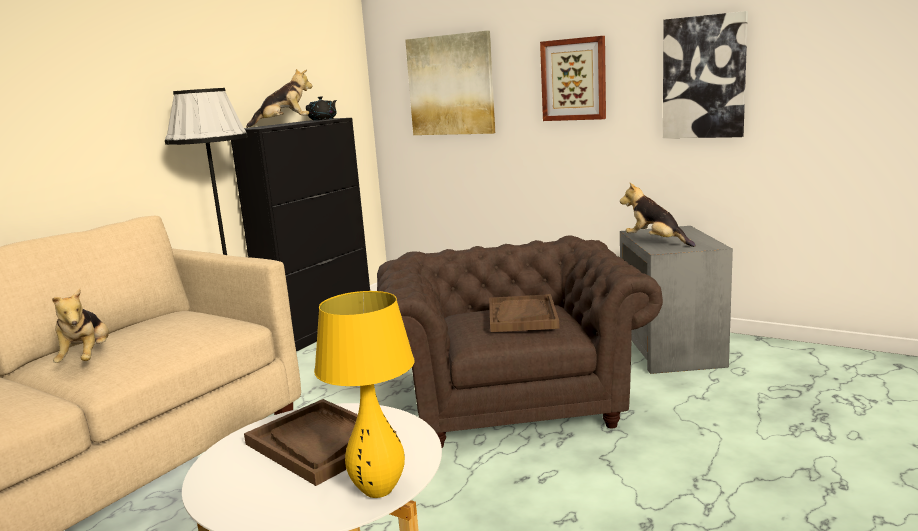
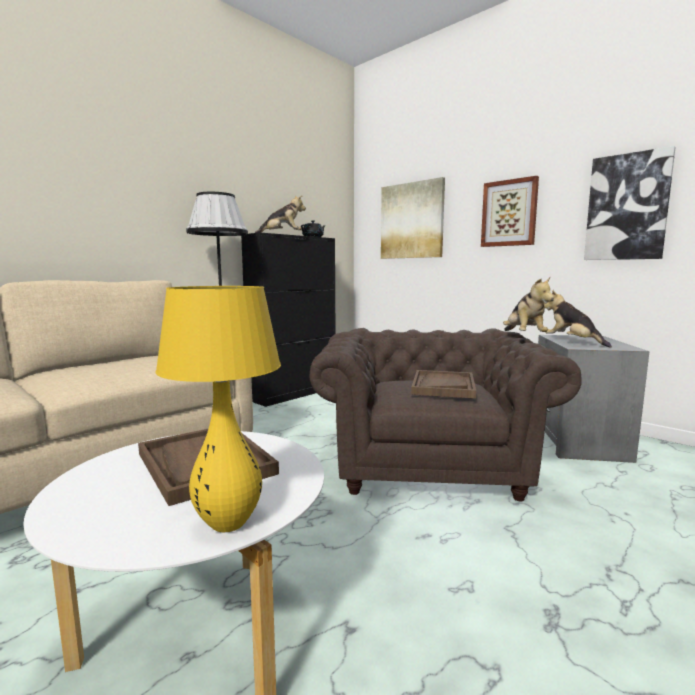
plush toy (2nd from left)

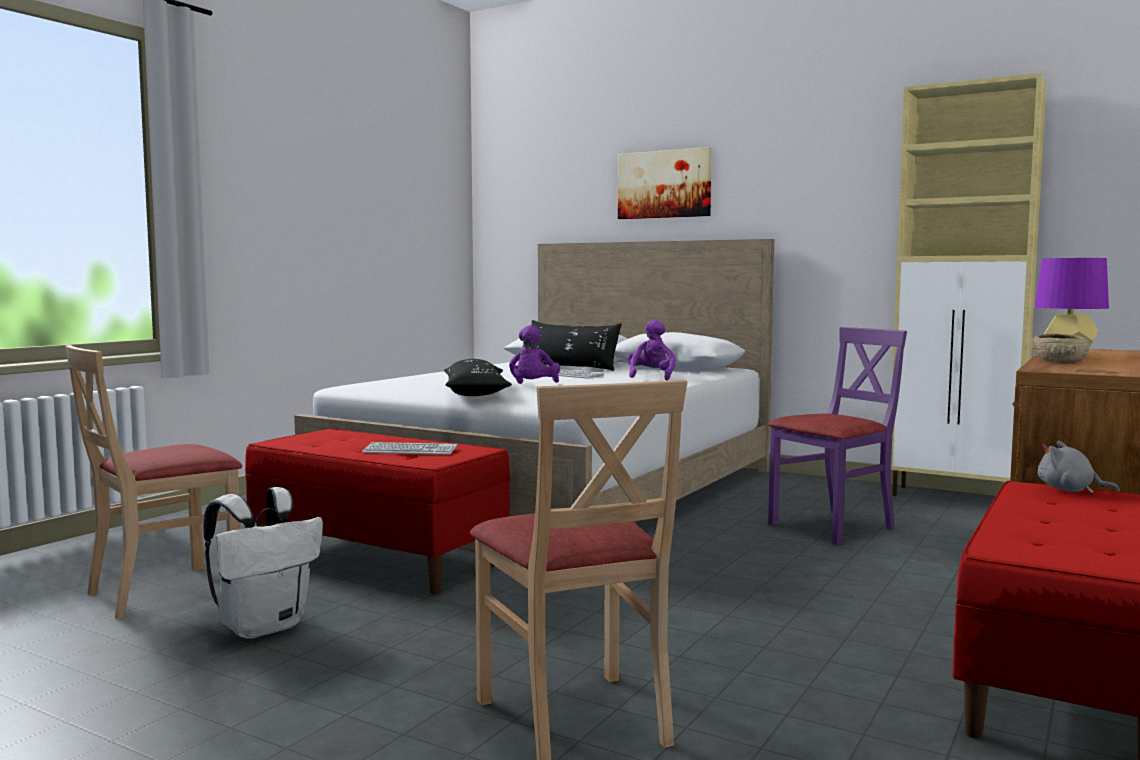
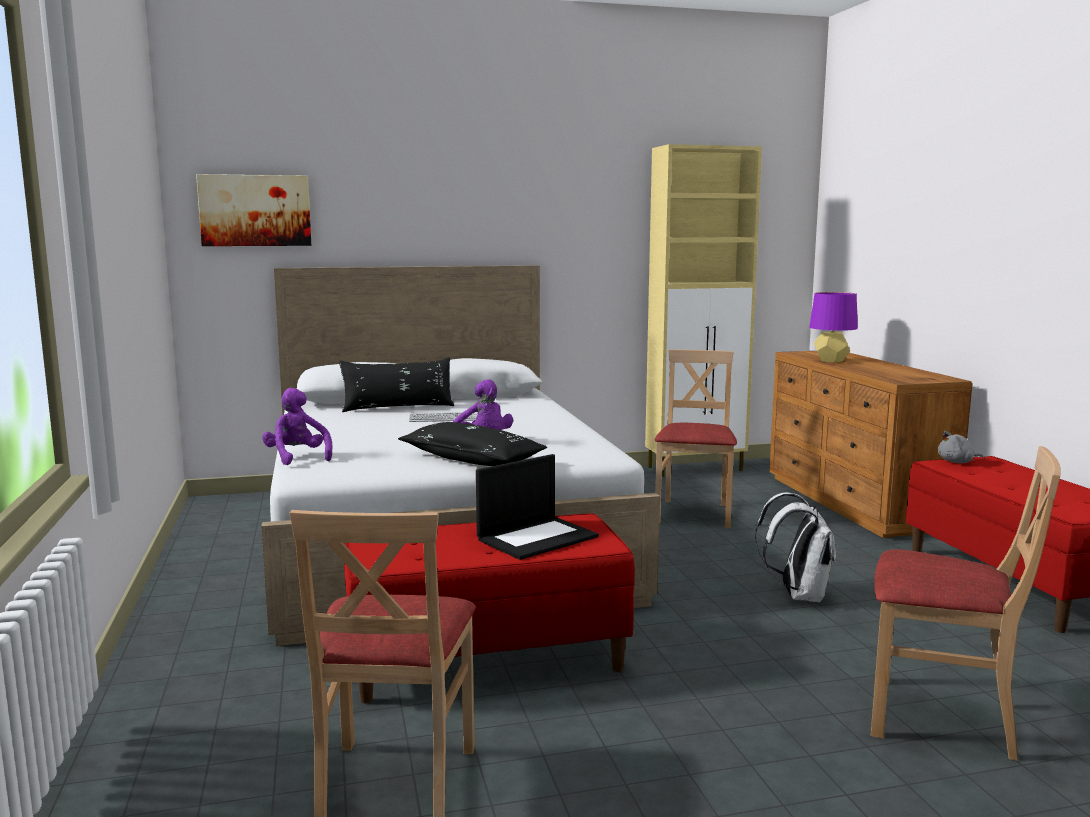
backpack (white)
notebook computer
wall art
plush toy (purplish) (1st from left)
plain chair (beige-coloured) (2nd from left)
bowl (beige-coloured)

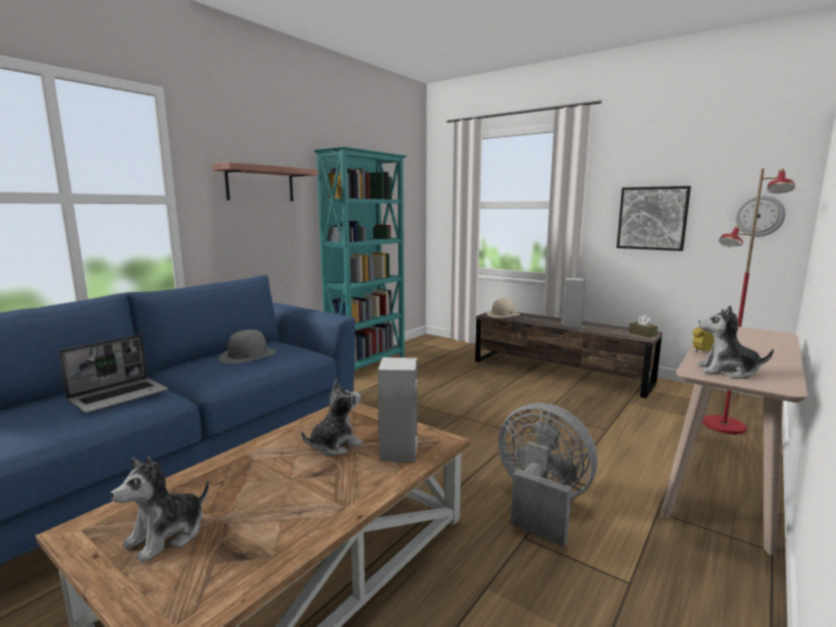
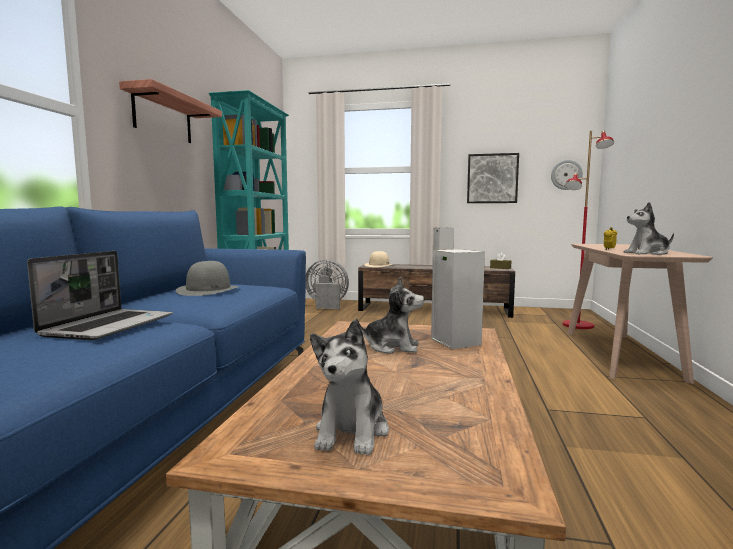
plush toy (2nd from left)
cooling fan (greyish)

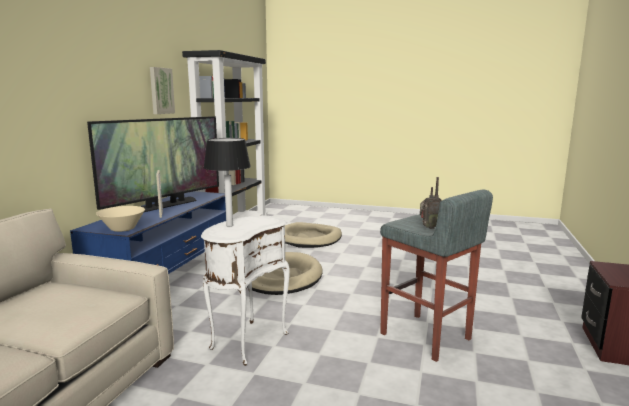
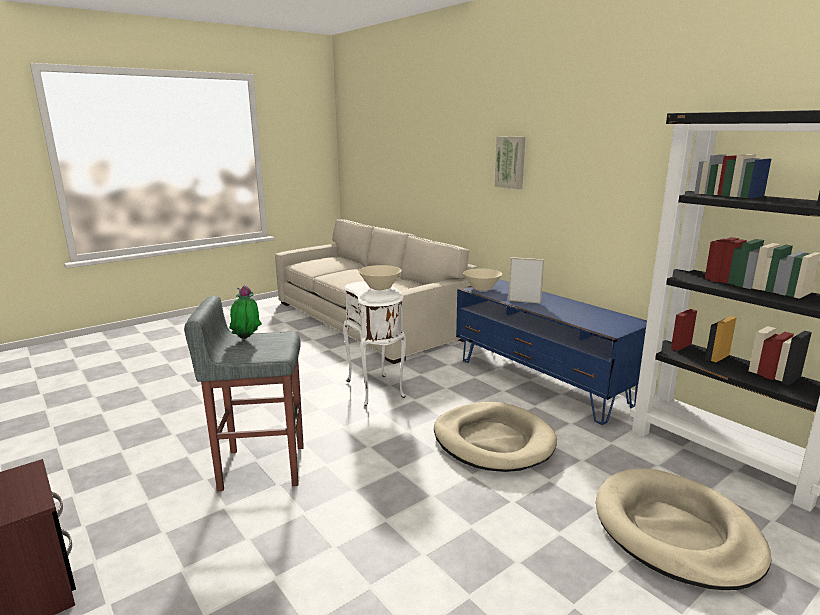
television
wall art
bowl (beige-coloured) (1st from left)
houseplant

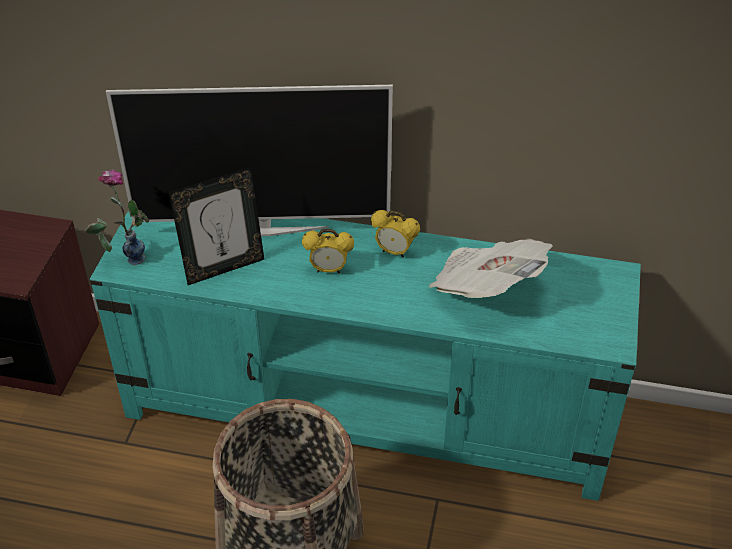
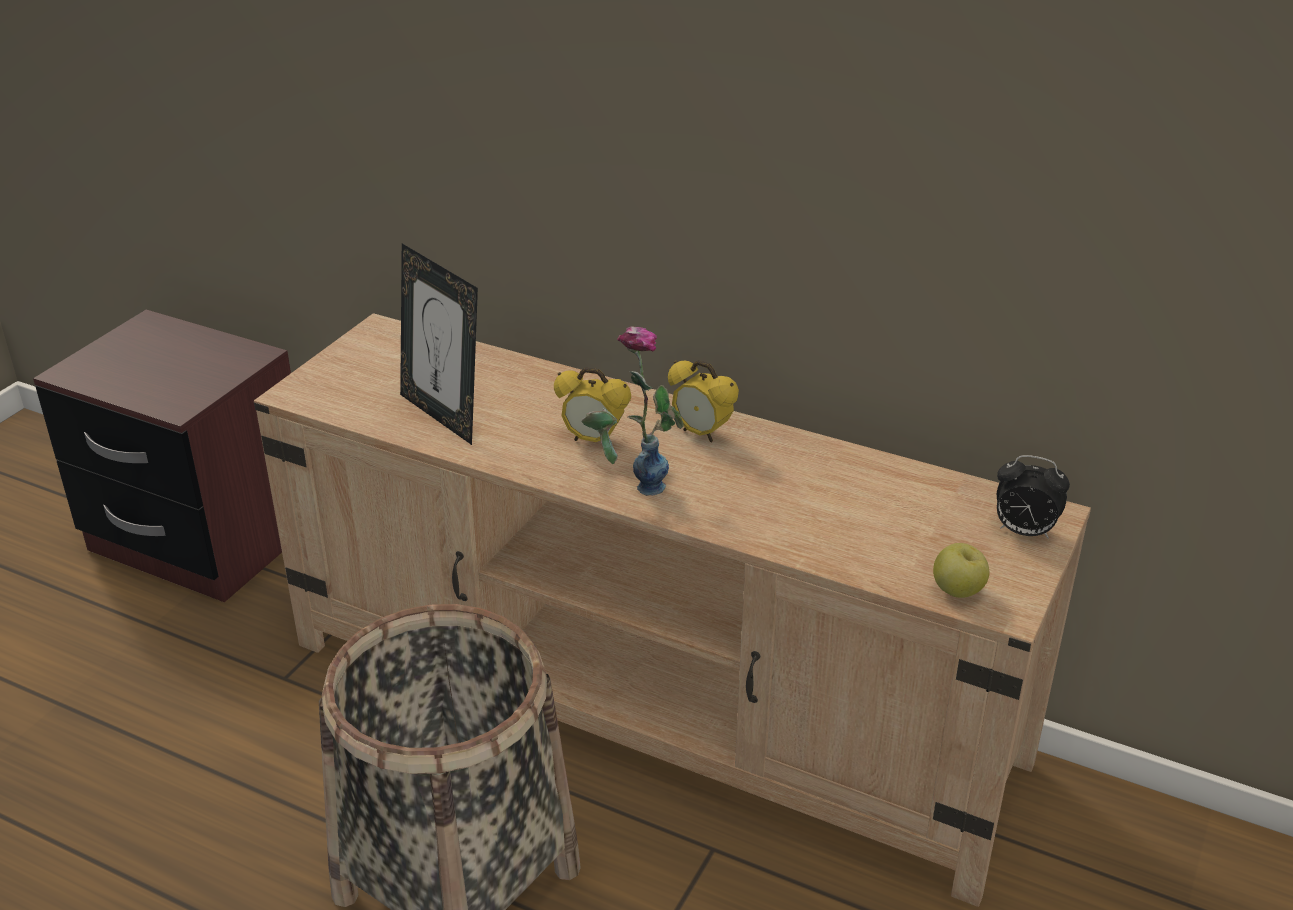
flower vase
media console (beige-coloured)
television
standing frame
newspaper
apple
table clock (3rd from left)

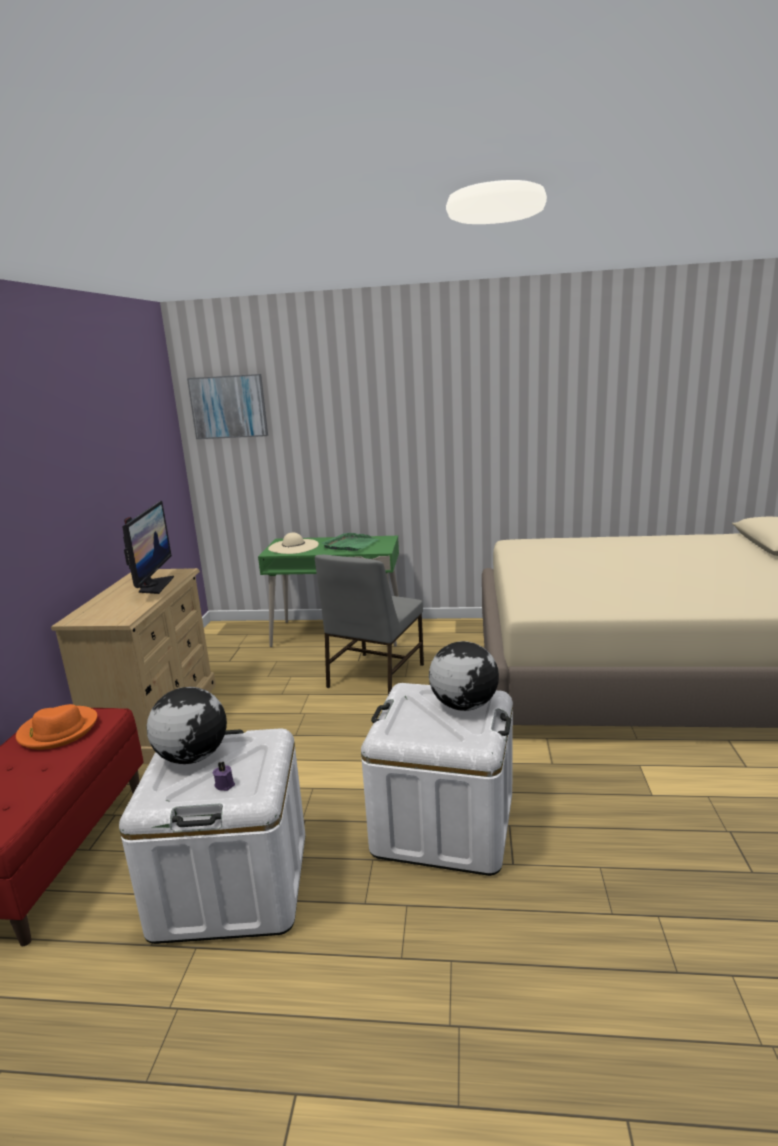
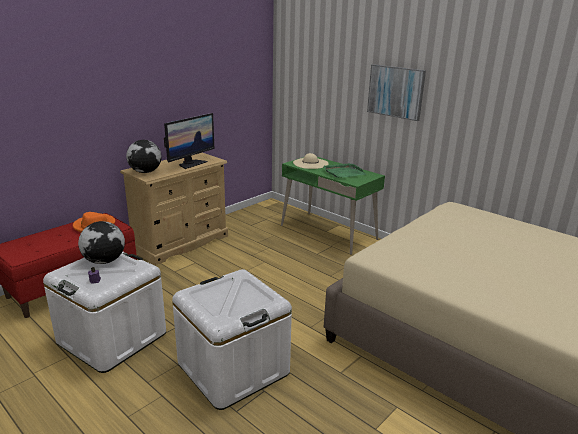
wall art
plain chair (greyish)
globe (2nd from left)

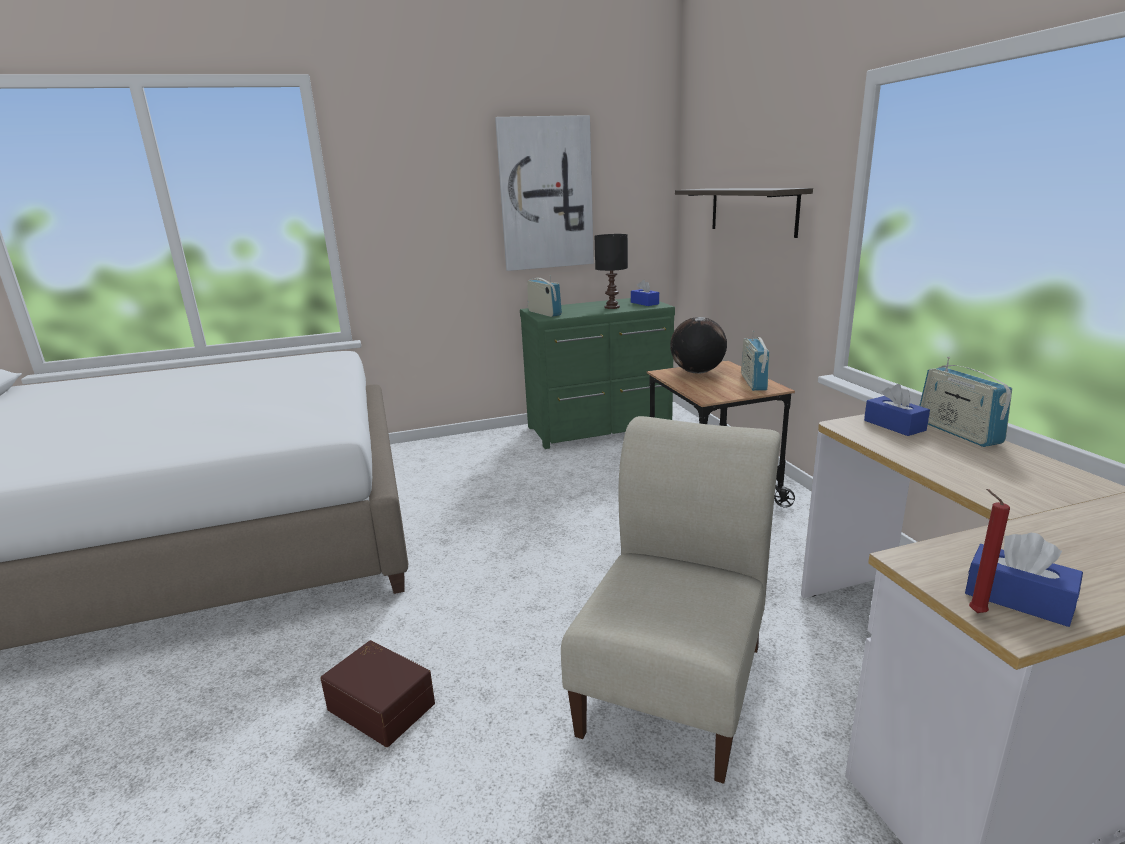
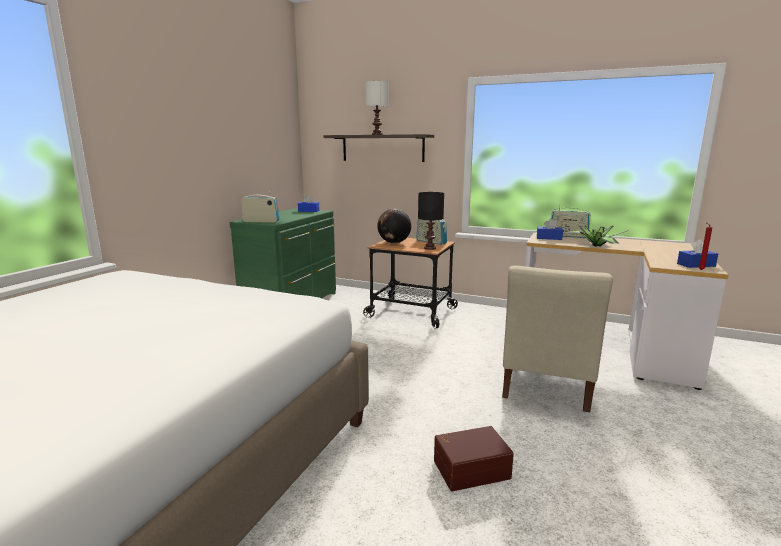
wall art
plain chair (beige-coloured)
tabletop lamp (blackish)
tabletop lamp (white)
houseplant

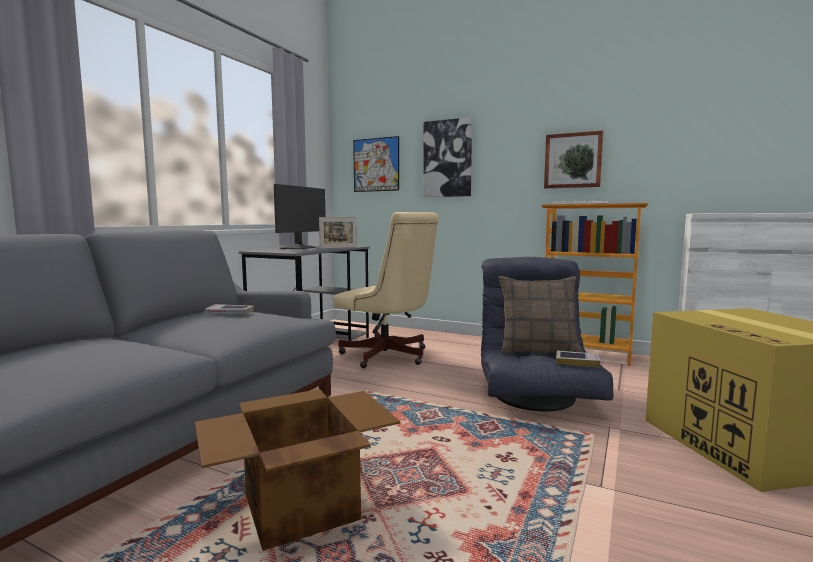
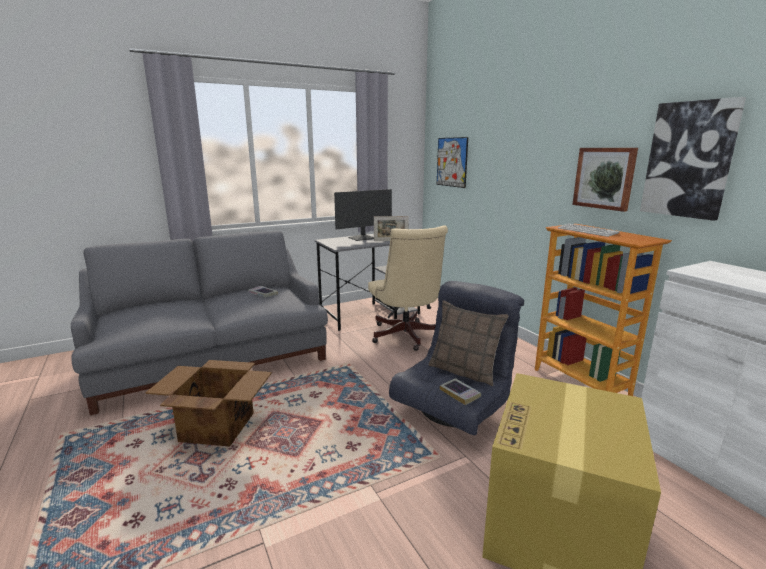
wall art (3rd from left)

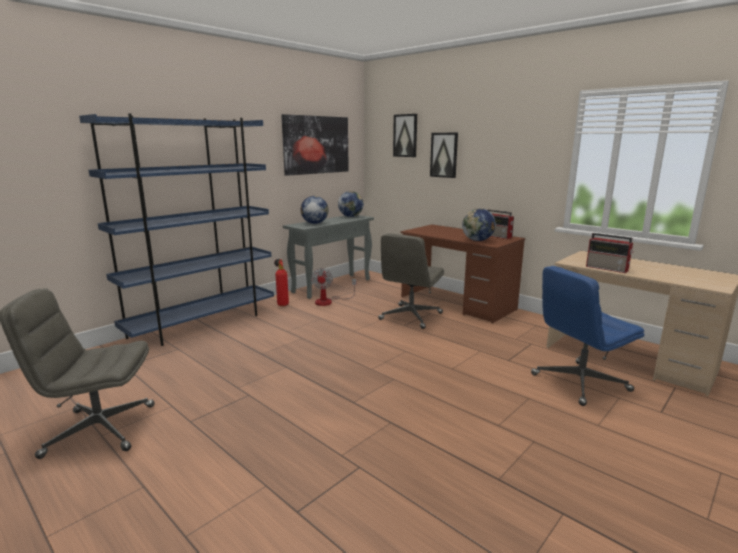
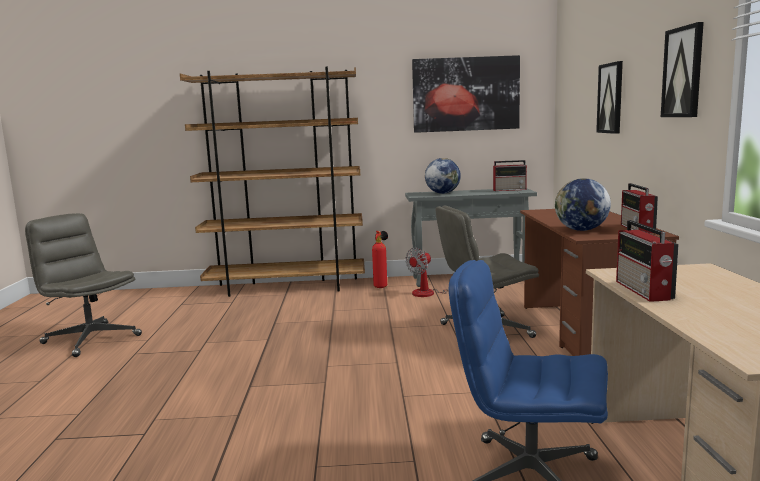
bookshelf (brown-coloured)
radio receiver (1st from left)
wall art (3rd from left)

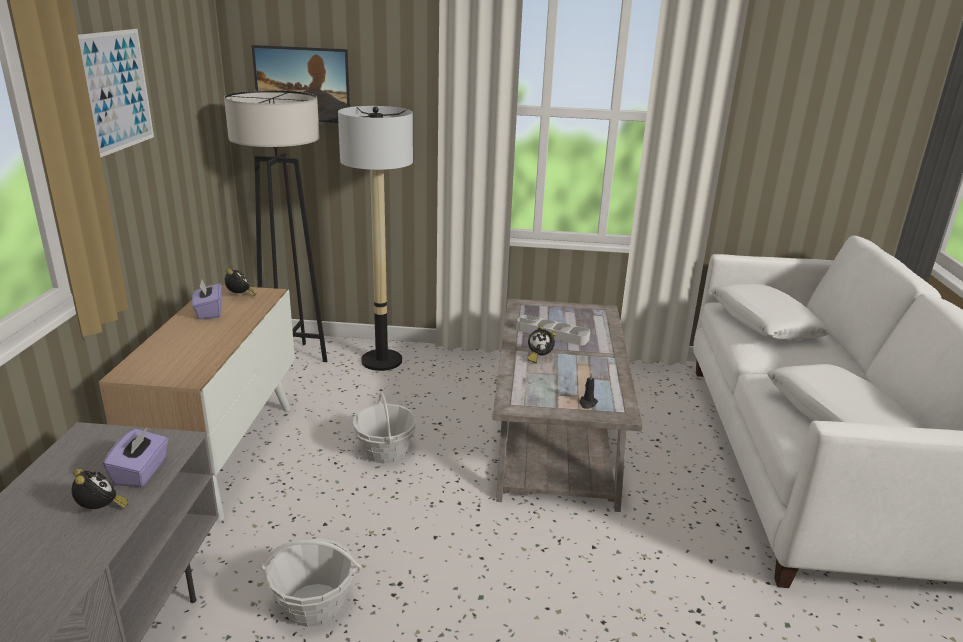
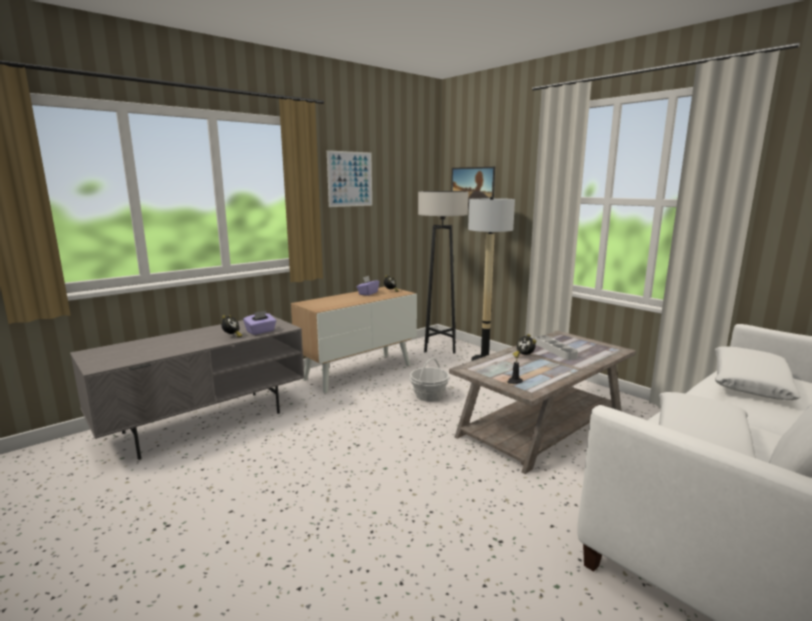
basket (1st from left in the first image)

